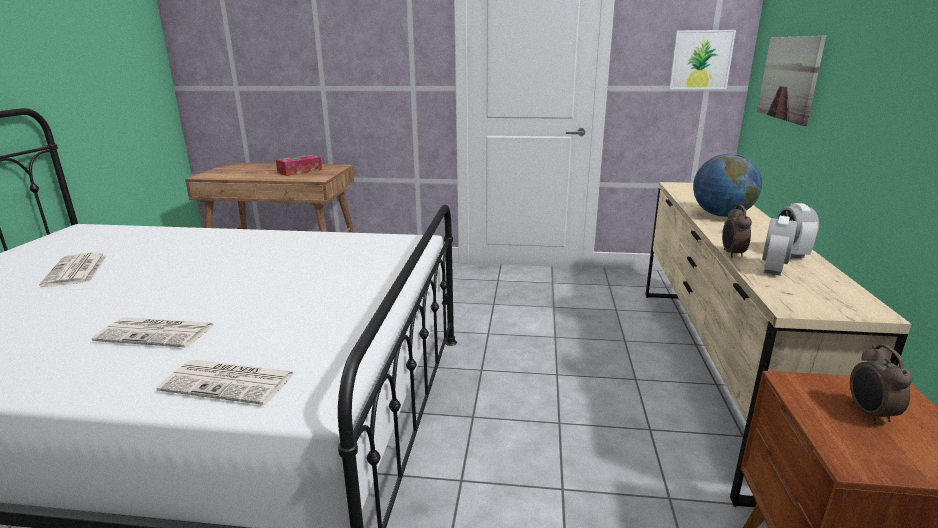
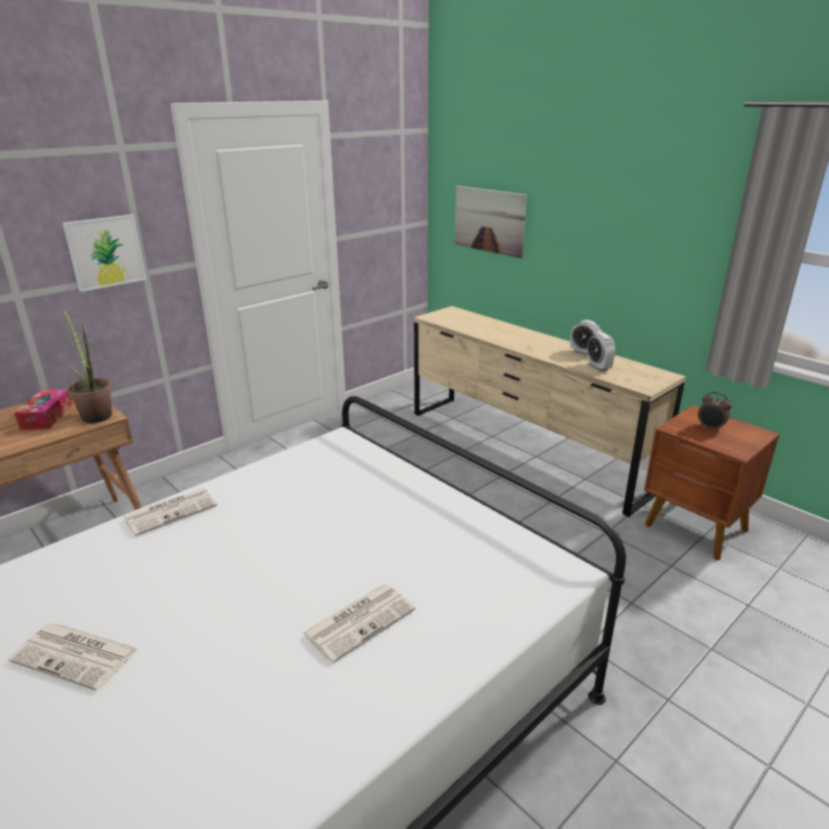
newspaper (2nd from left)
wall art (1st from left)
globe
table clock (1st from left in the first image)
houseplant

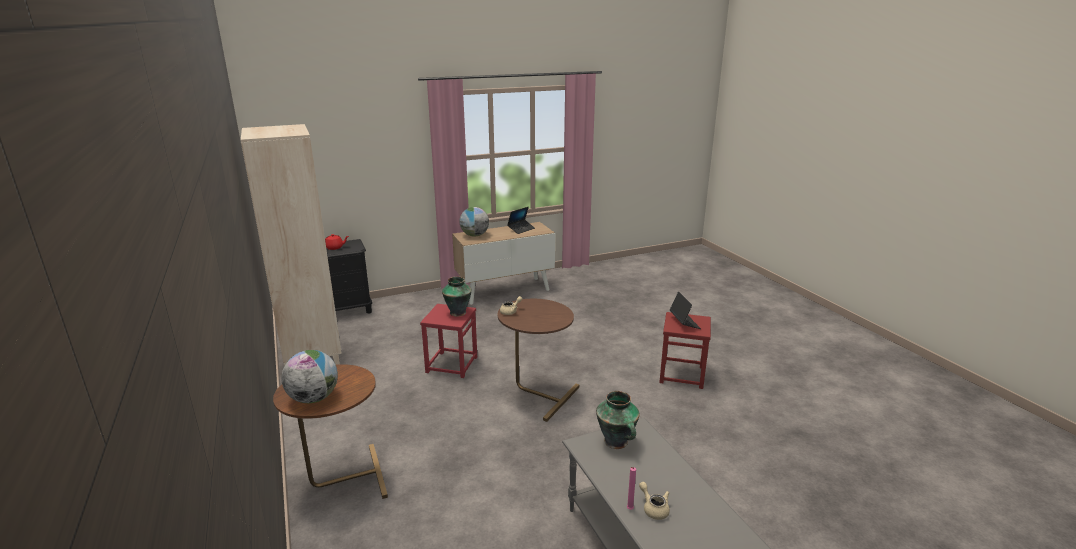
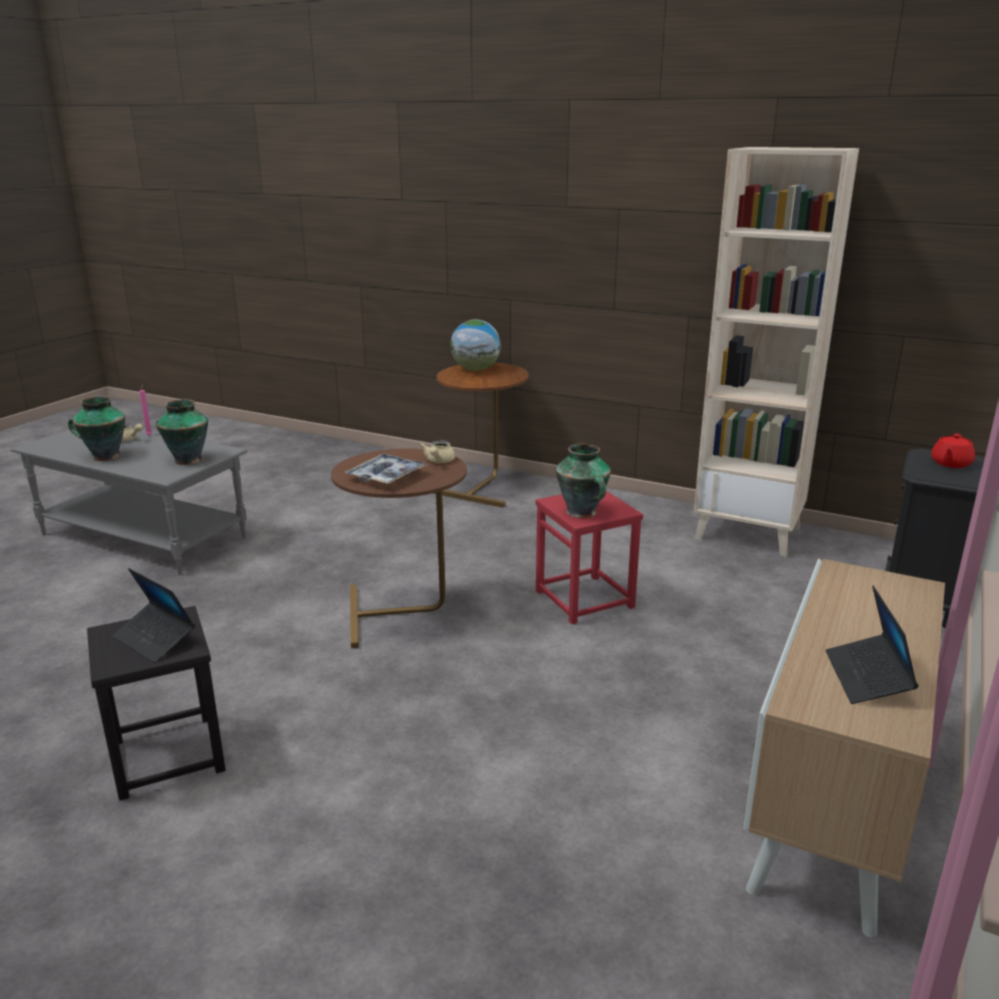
globe (2nd from left in the first image)
stool seat (blackish)
flower vase (1st from left)
serving tray

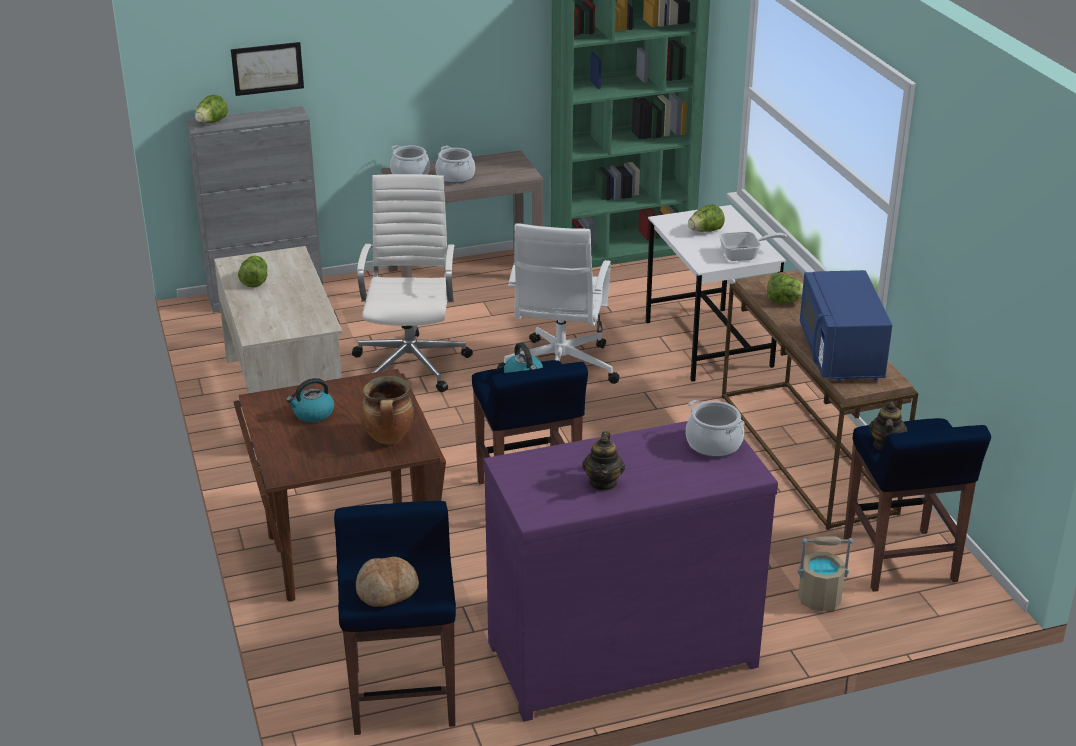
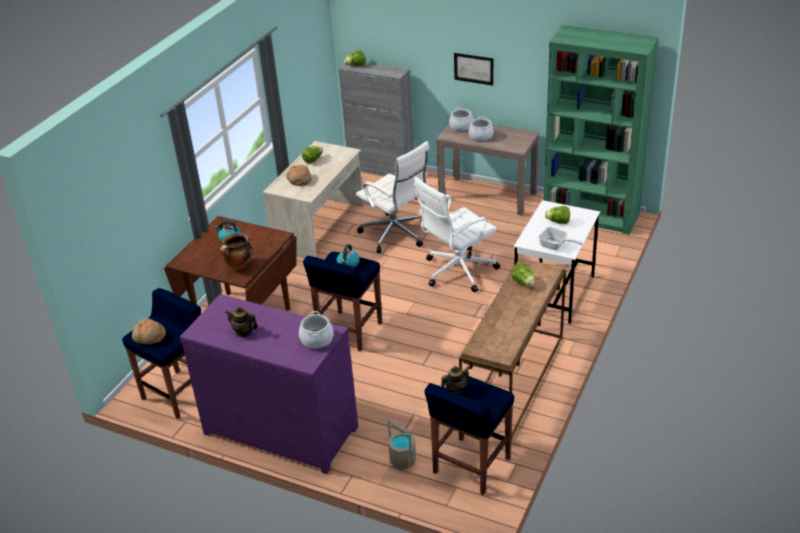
wall art
office chair (white) (1st from left)
pot for tea (1st from left)
microwave (blue-coloured)
bakery bread (2nd from left)

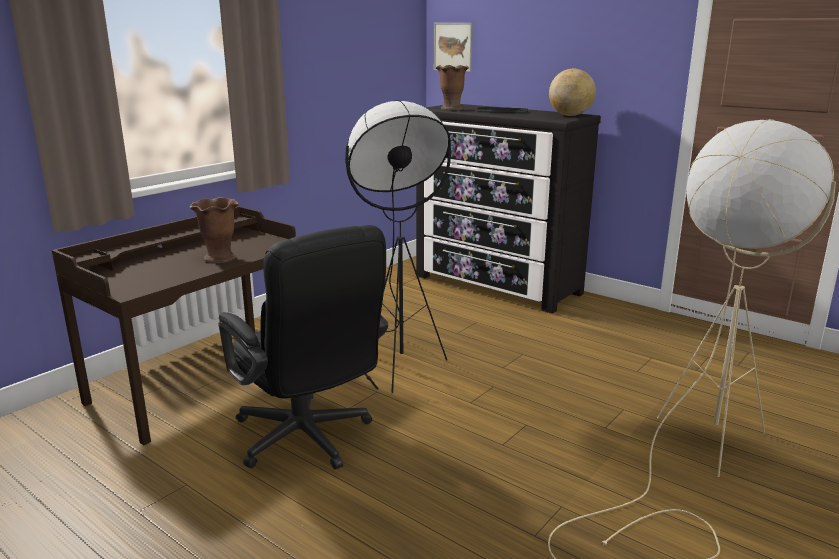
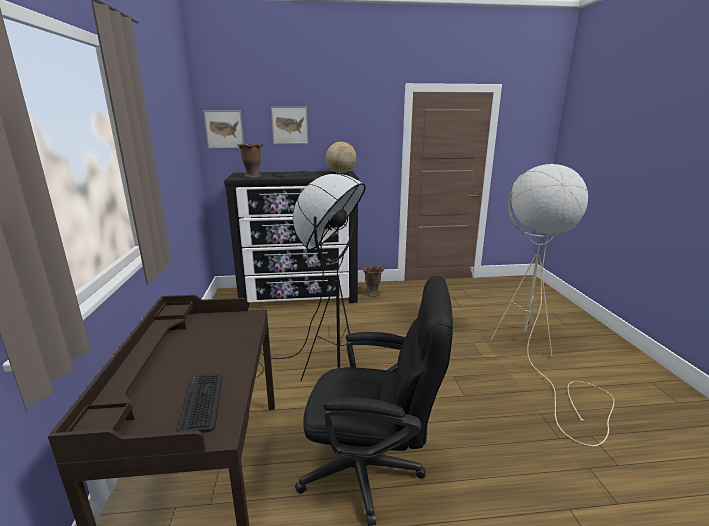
flower vase (brown-coloured) (2nd from left)
computer keyboard (1st from left)
wall art (2nd from left)

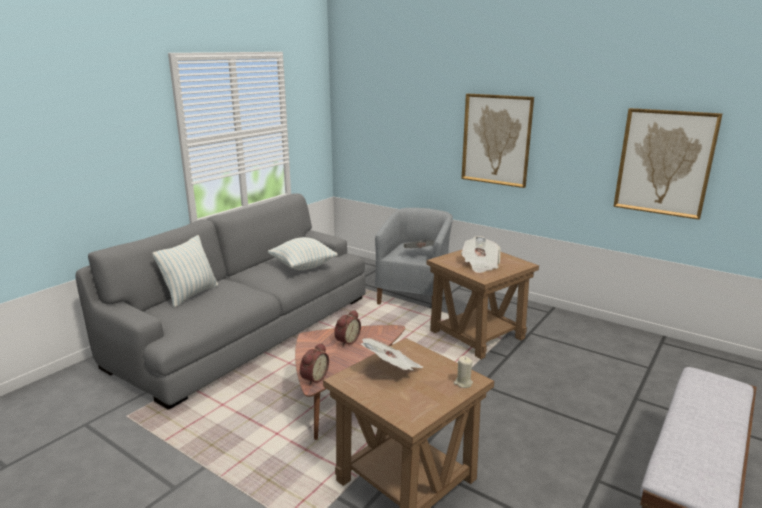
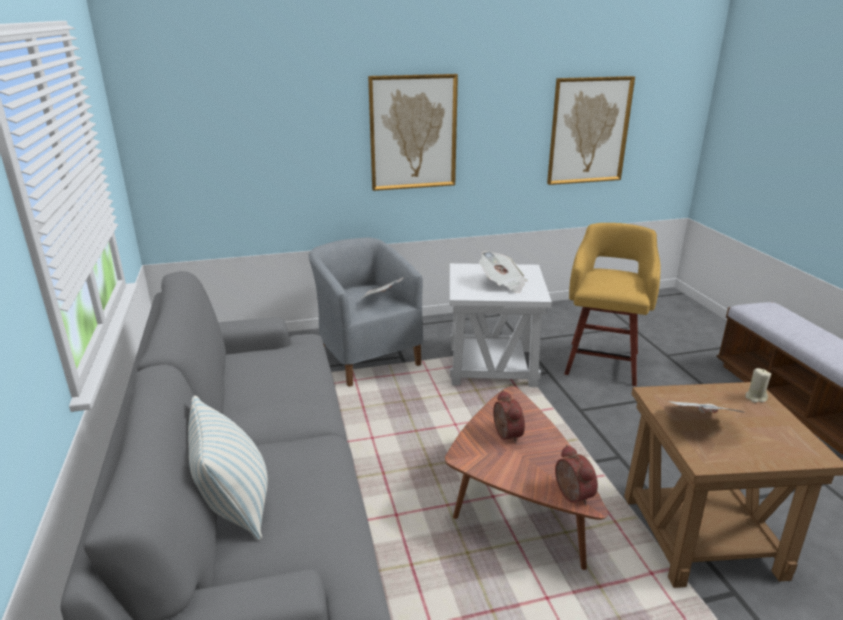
throw pillow (2nd from left in the first image)
end table (white)
stool seat (yellowish)

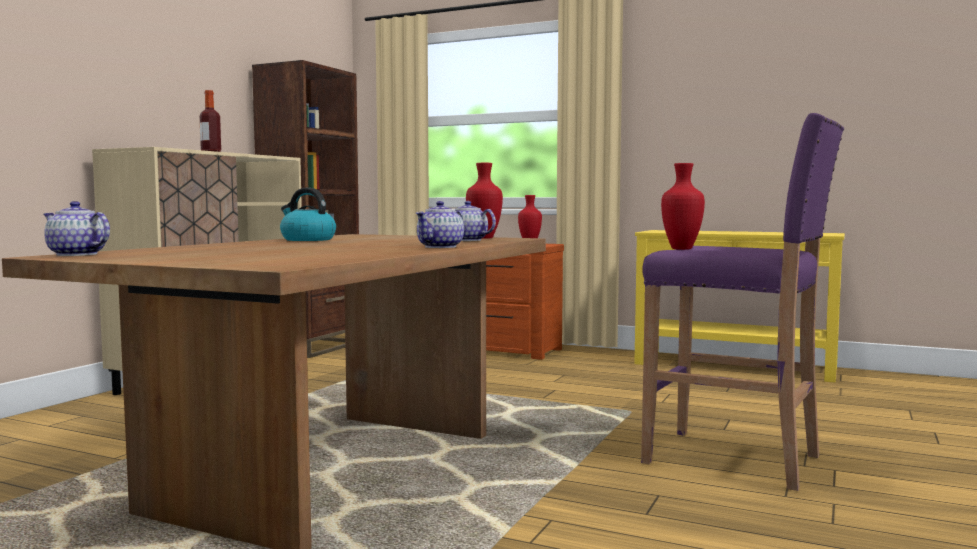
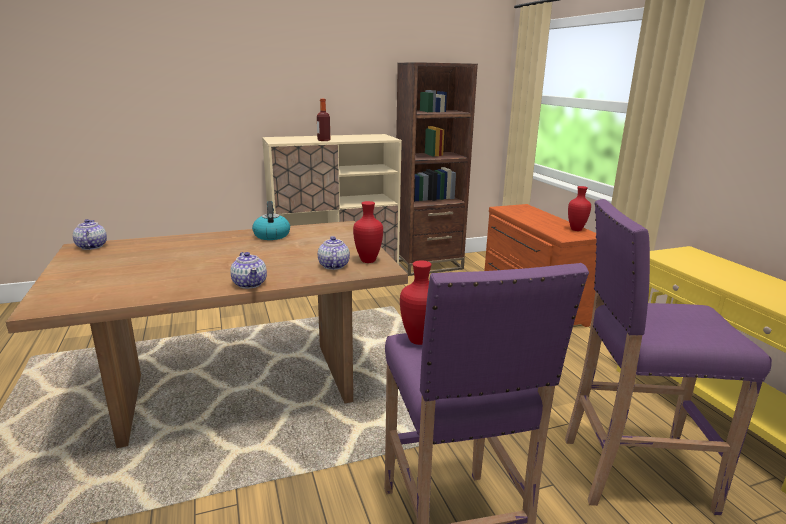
pot for tea (2nd from left)
stool seat (purplish) (2nd from left)

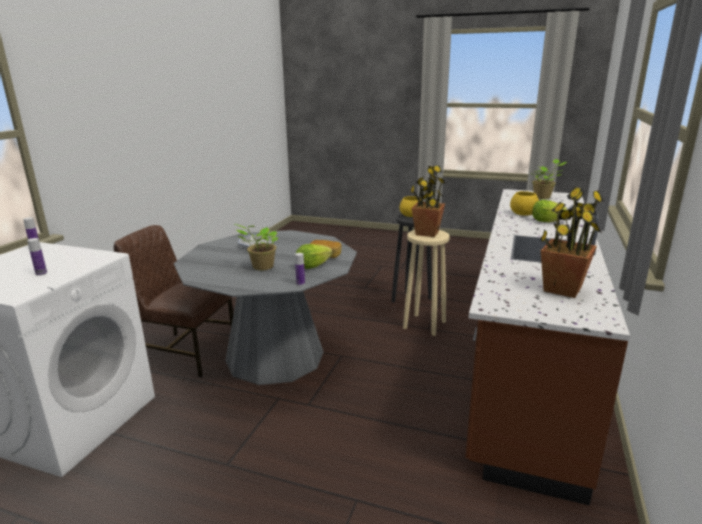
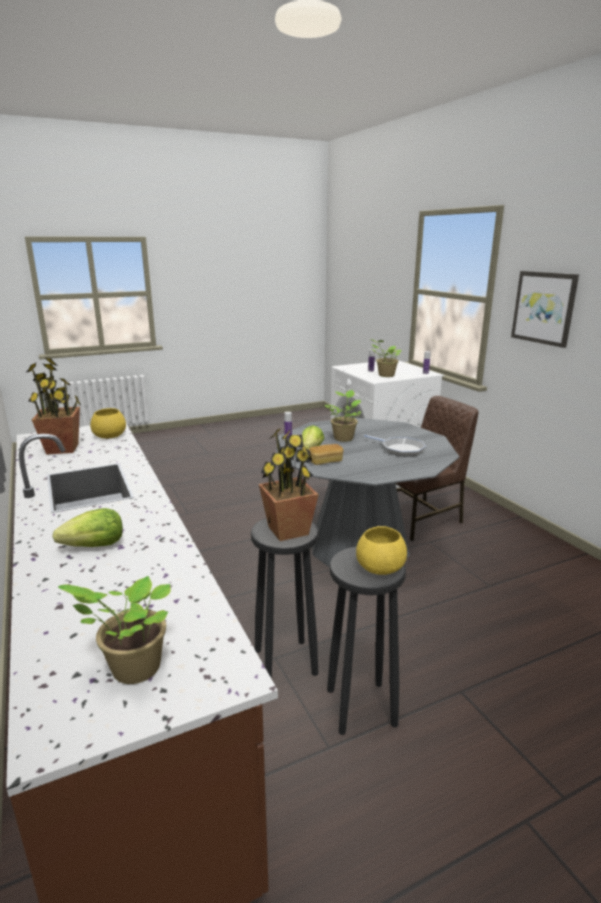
stool seat (blackish) (1st from left)
bowl (yellowish) (1st from left)
houseplant (5th from left)
wall art

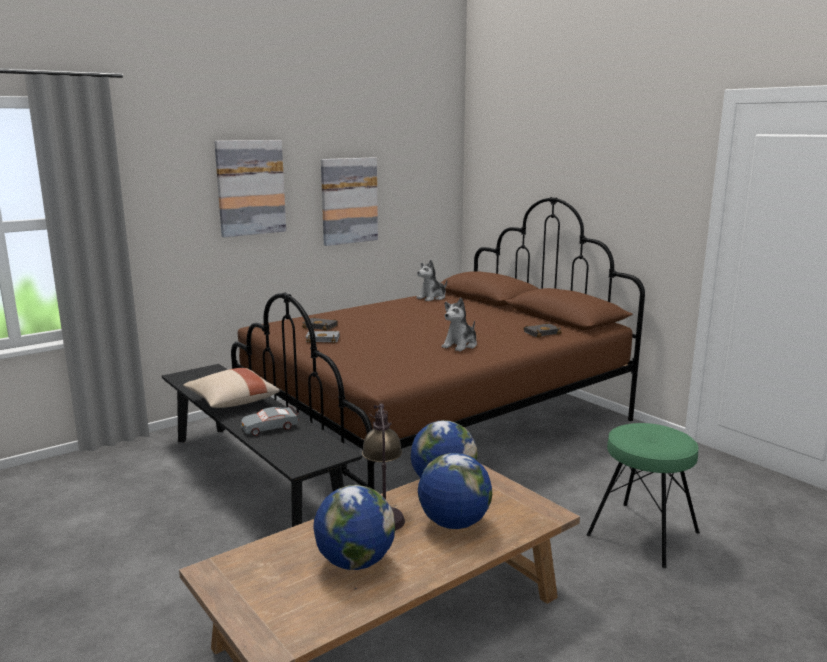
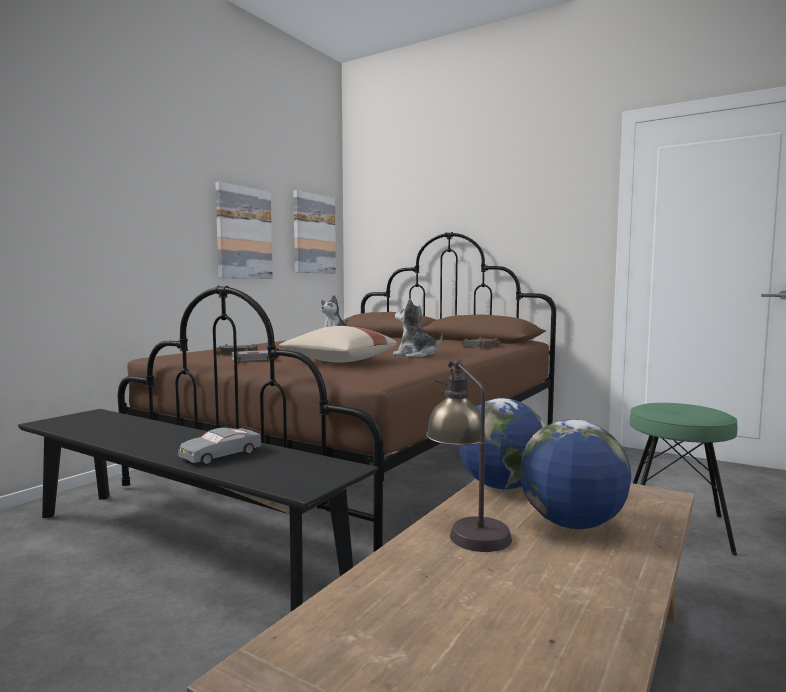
throw pillow (beige-coloured)
wall art (2nd from left)
globe (1st from left in the first image)
plush toy (2nd from left)

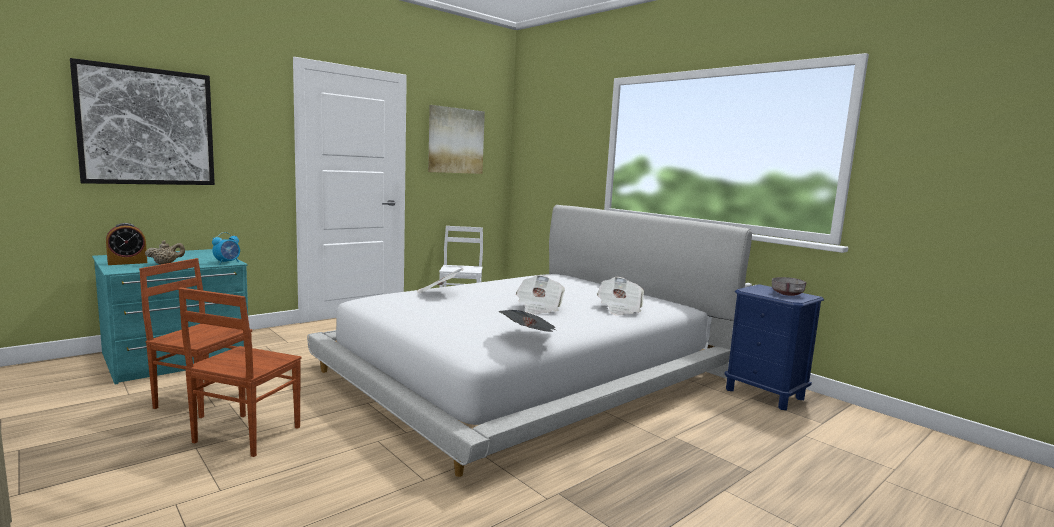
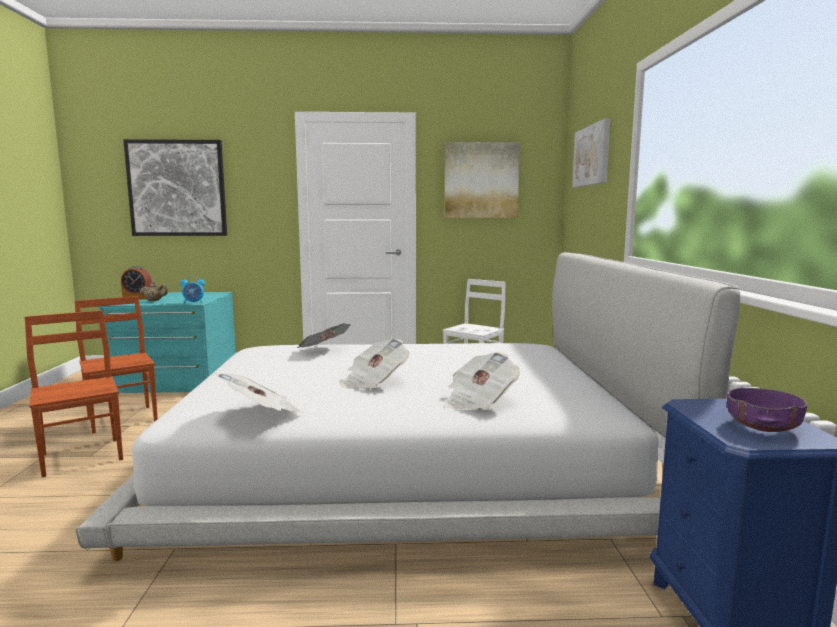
plain chair (brown-coloured) (1st from left)
bowl (purplish)
wall art (3rd from left)

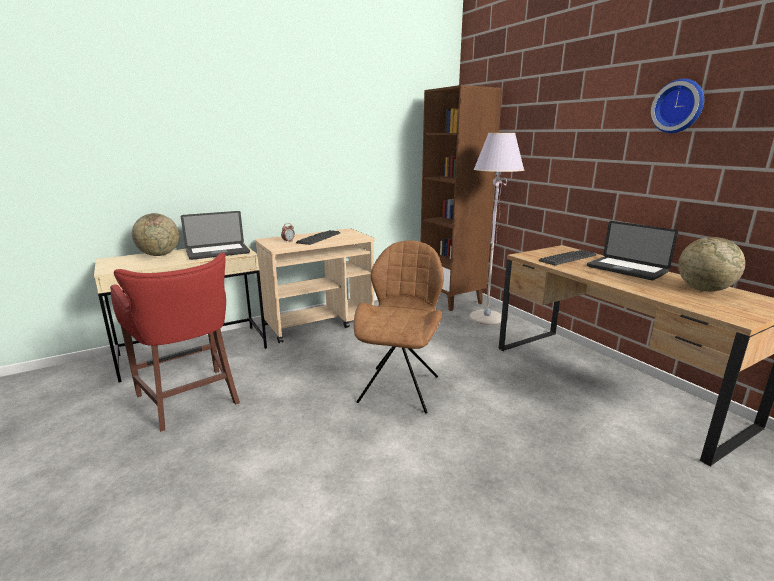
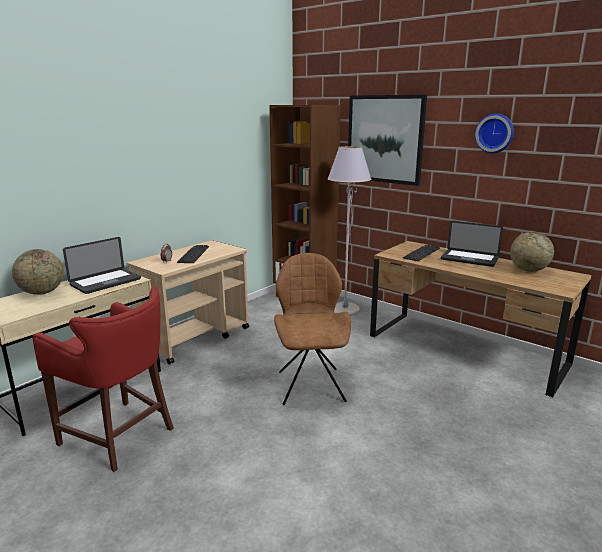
wall art

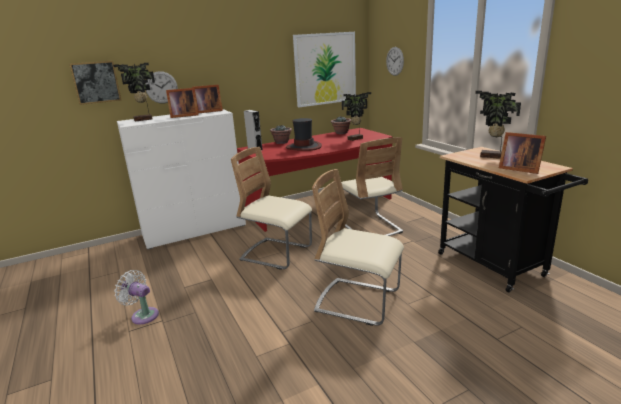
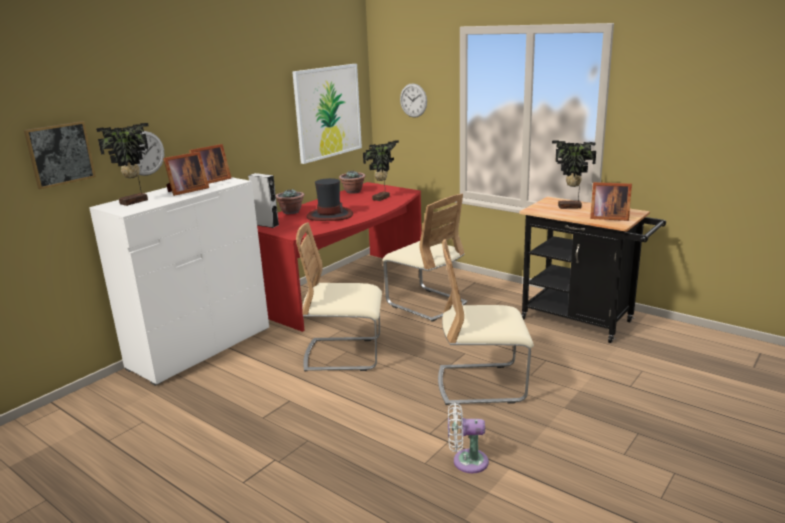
cooling fan (white)

